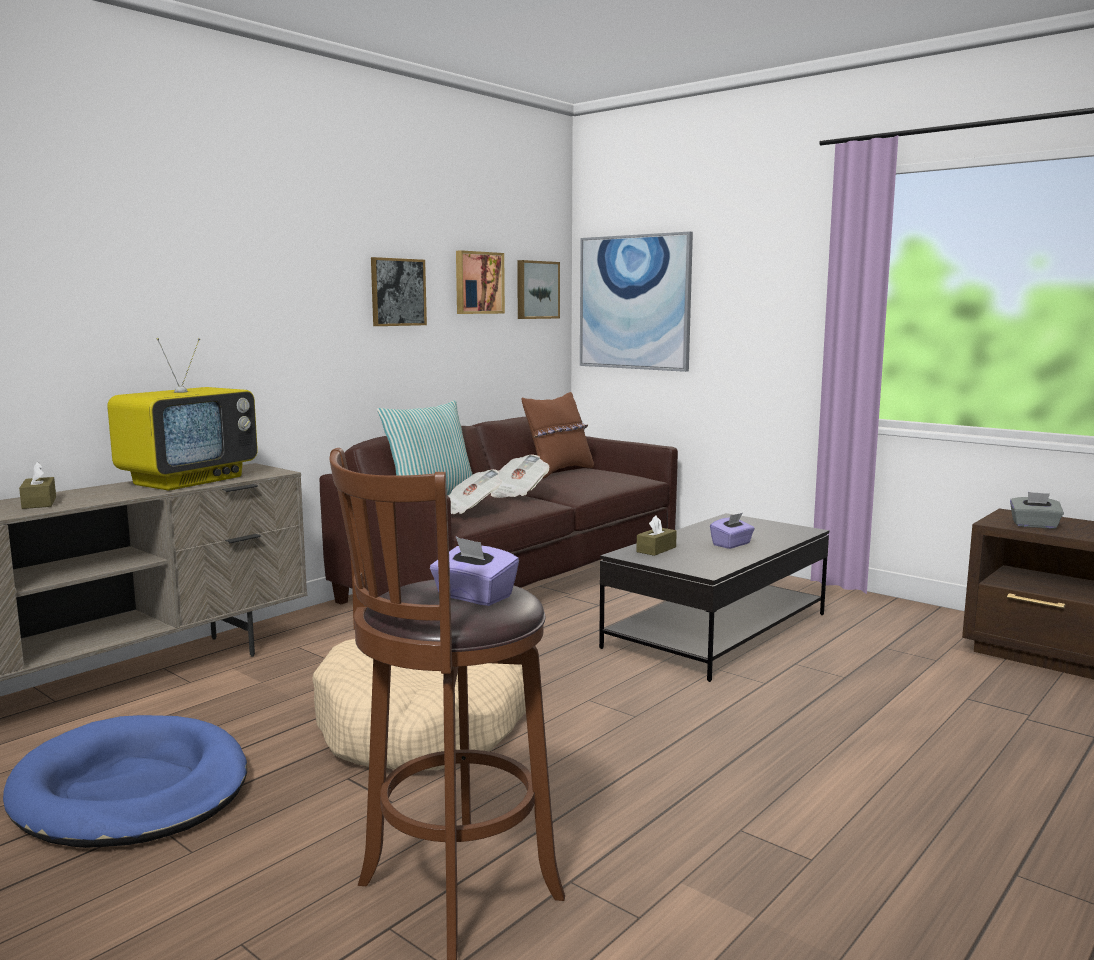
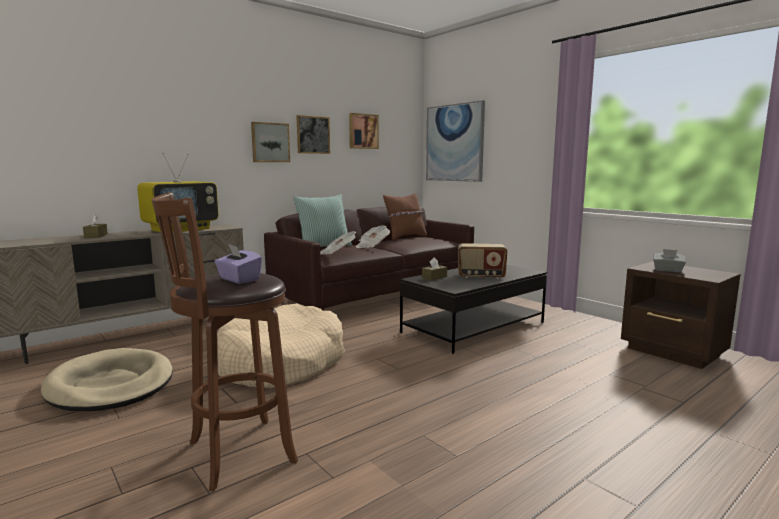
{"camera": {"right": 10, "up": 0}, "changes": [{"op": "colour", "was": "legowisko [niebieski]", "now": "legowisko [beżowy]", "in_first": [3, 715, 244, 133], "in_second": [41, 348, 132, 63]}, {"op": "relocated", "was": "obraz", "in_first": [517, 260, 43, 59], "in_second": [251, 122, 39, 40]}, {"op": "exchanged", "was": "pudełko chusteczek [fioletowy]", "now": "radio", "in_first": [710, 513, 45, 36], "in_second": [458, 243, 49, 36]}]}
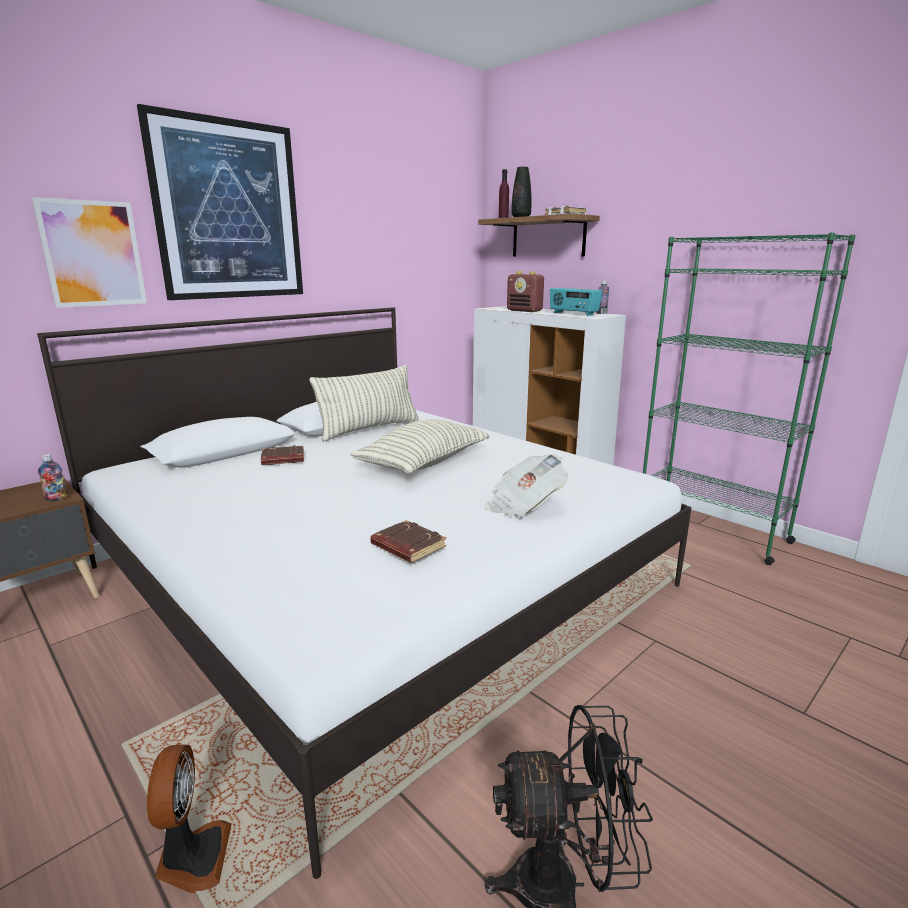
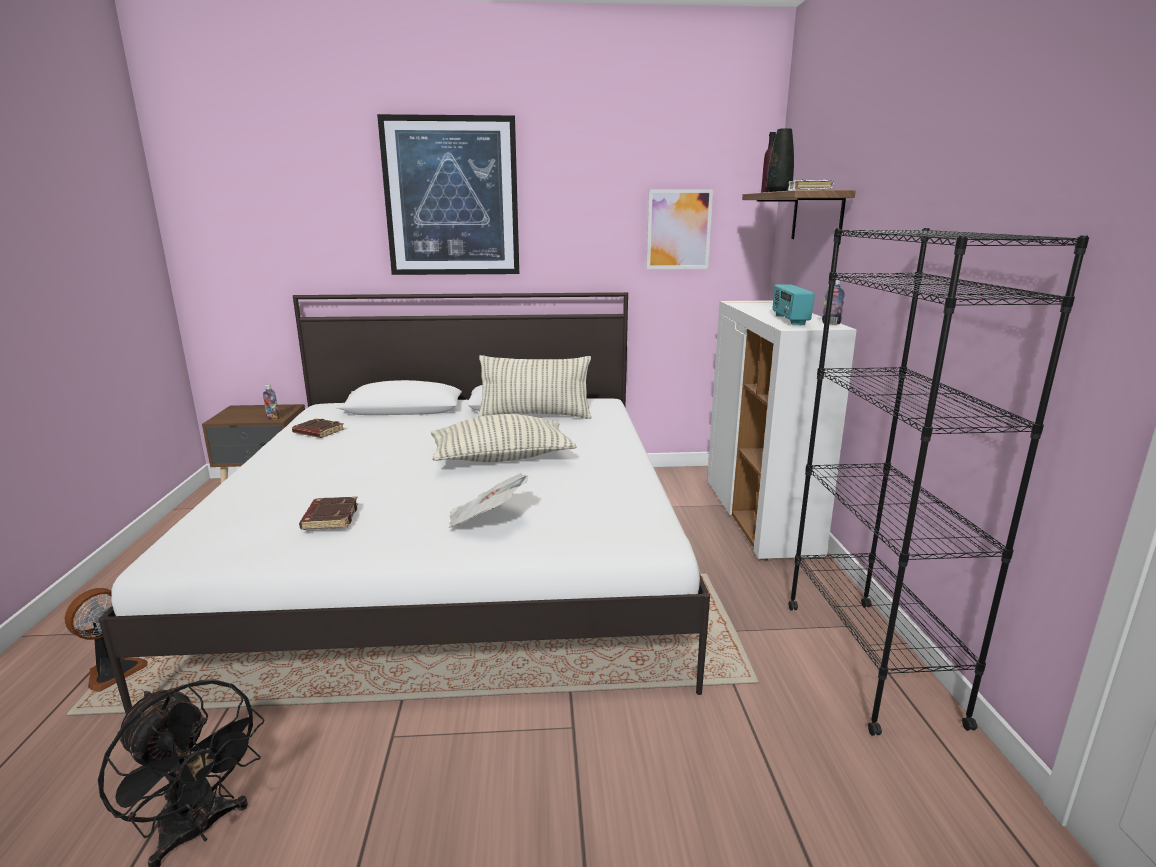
{"camera": {"right": 40, "up": 0}, "changes": [{"op": "relocated", "was": "książka [brązowy]", "in_first": [261, 445, 43, 20], "in_second": [292, 418, 52, 20]}, {"op": "relocated", "was": "obraz", "in_first": [32, 197, 115, 111], "in_second": [646, 189, 67, 80]}, {"op": "colour", "was": "regał [zielony]", "now": "regał [czarny]", "in_first": [643, 232, 213, 333], "in_second": [788, 228, 301, 508]}, {"op": "missing", "was": "radio", "in_first": [507, 271, 37, 41]}]}
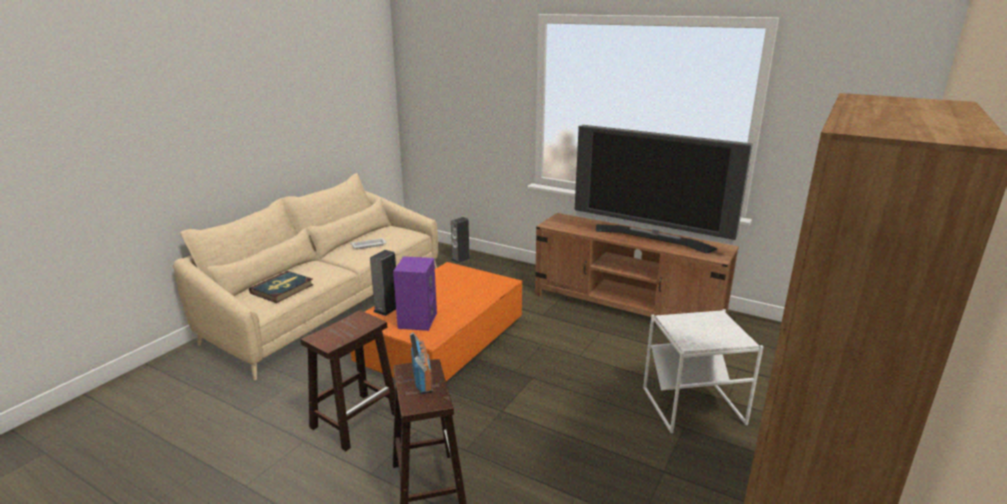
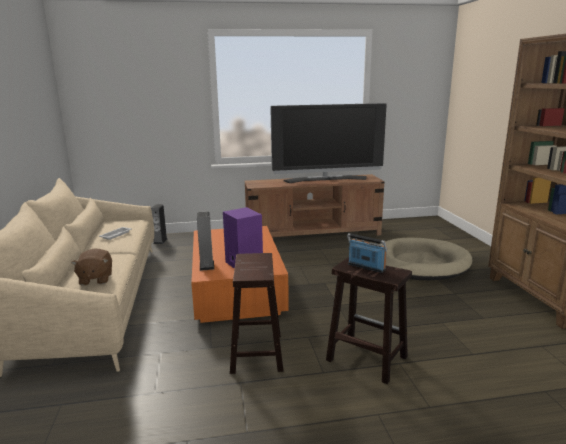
{"camera": {"right": -40, "up": -5}, "changes": [{"op": "exchanged", "was": "książka", "now": "pluszak [brązowy]", "in_first": [249, 271, 65, 32], "in_second": [71, 248, 41, 38]}, {"op": "exchanged", "was": "stolik [biały]", "now": "legowisko [beżowy]", "in_first": [643, 309, 120, 124], "in_second": [380, 238, 92, 42]}]}
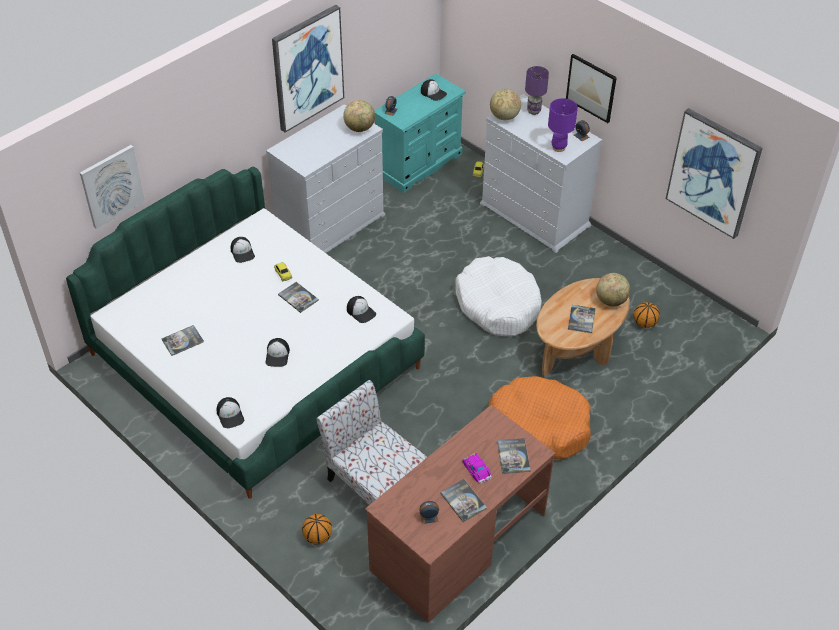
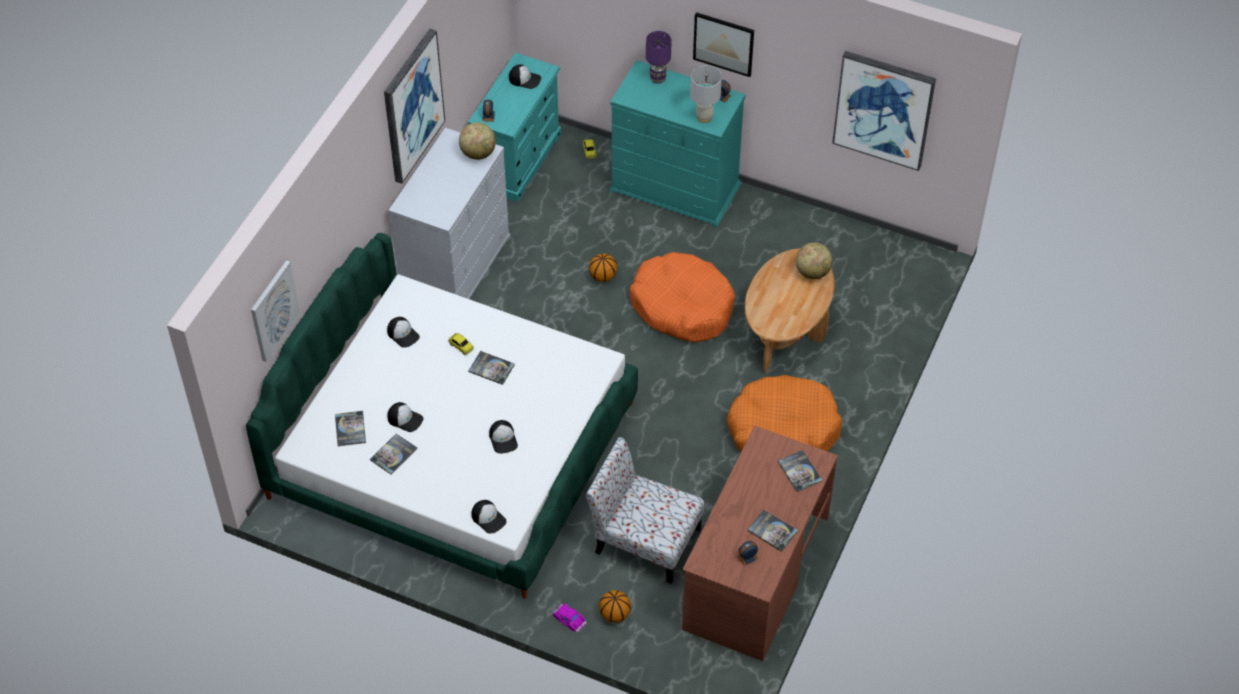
{"camera": {"right": -20, "up": 5}, "changes": [{"op": "relocated", "was": "książka", "in_first": [568, 305, 28, 28], "in_second": [335, 411, 31, 35]}, {"op": "relocated", "was": "czapka z daszkiem", "in_first": [347, 296, 29, 27], "in_second": [387, 402, 36, 30]}, {"op": "relocated", "was": "samochodzik", "in_first": [462, 453, 29, 31], "in_second": [553, 603, 34, 29]}, {"op": "relocated", "was": "piłka do koszykówki", "in_first": [634, 302, 26, 26], "in_second": [589, 253, 28, 29]}, {"op": "colour", "was": "komoda [biały]", "now": "komoda [turkusowy]", "in_first": [480, 94, 122, 159], "in_second": [609, 60, 136, 168]}, {"op": "colour", "was": "legowisko [biały]", "now": "legowisko [pomarańczowy]", "in_first": [455, 256, 87, 80], "in_second": [630, 252, 105, 90]}, {"op": "colour", "was": "lampa stołowa [fioletowy]", "now": "lampa stołowa [biały]", "in_first": [548, 98, 30, 54], "in_second": [690, 65, 32, 58]}, {"op": "missing", "was": "globus", "in_first": [490, 89, 31, 31]}]}
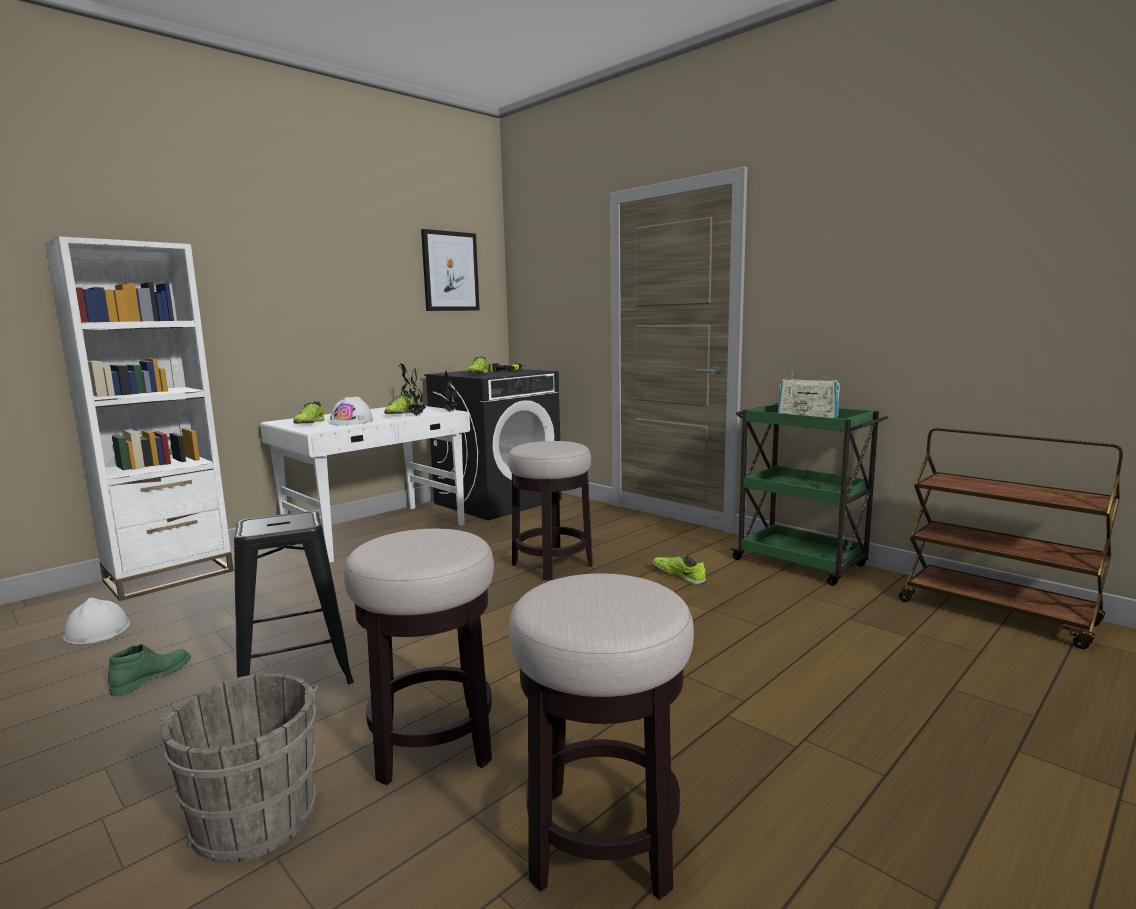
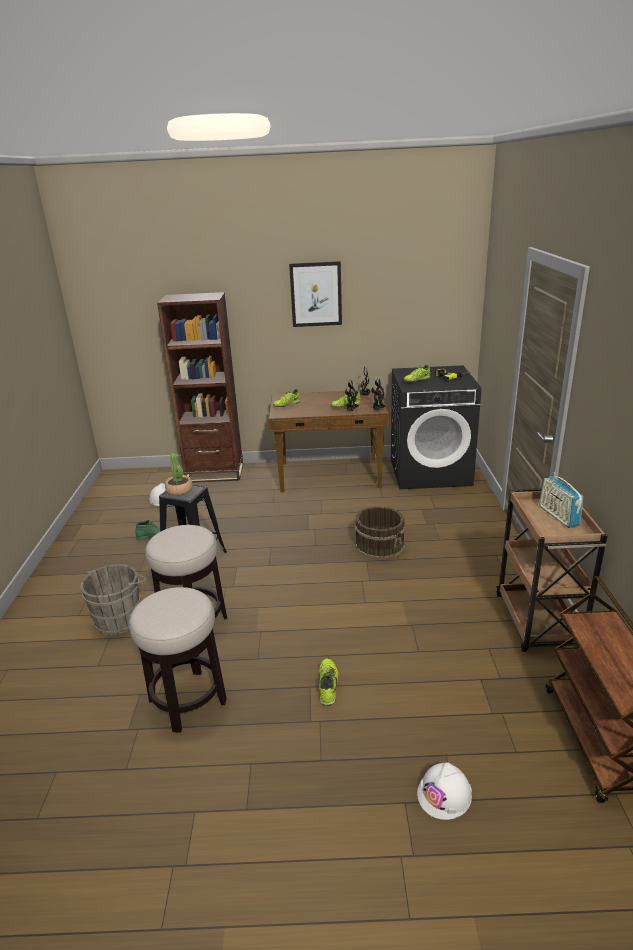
{"camera": {"right": 45, "up": 15}, "changes": [{"op": "colour", "was": "regał [biały]", "now": "regał [brązowy]", "in_first": [45, 236, 189, 365], "in_second": [157, 292, 86, 191]}, {"op": "appeared", "now": "roślina doniczkowa", "in_second": [165, 453, 28, 43]}, {"op": "colour", "was": "biurko [biały]", "now": "biurko [brązowy]", "in_first": [260, 406, 210, 157], "in_second": [268, 389, 121, 103]}, {"op": "relocated", "was": "obraz", "in_first": [421, 229, 59, 82], "in_second": [289, 261, 53, 66]}, {"op": "relocated", "was": "but", "in_first": [653, 555, 53, 30], "in_second": [319, 658, 20, 48]}, {"op": "exchanged", "was": "stołek", "now": "wiadro [brązowy]", "in_first": [508, 441, 85, 140], "in_second": [355, 506, 50, 53]}, {"op": "relocated", "was": "kask [biały]", "in_first": [329, 397, 44, 29], "in_second": [417, 762, 55, 58]}, {"op": "colour", "was": "wózek [zielony]", "now": "wózek [brązowy]", "in_first": [730, 403, 158, 183], "in_second": [496, 488, 111, 164]}]}
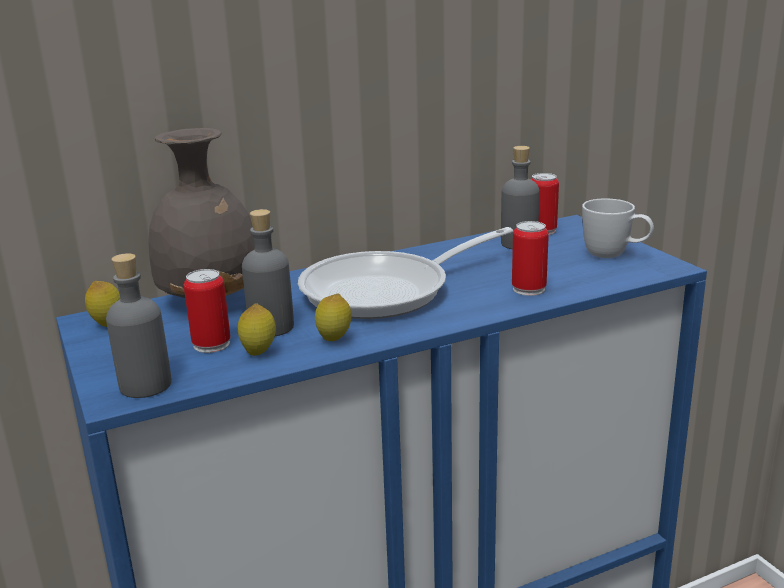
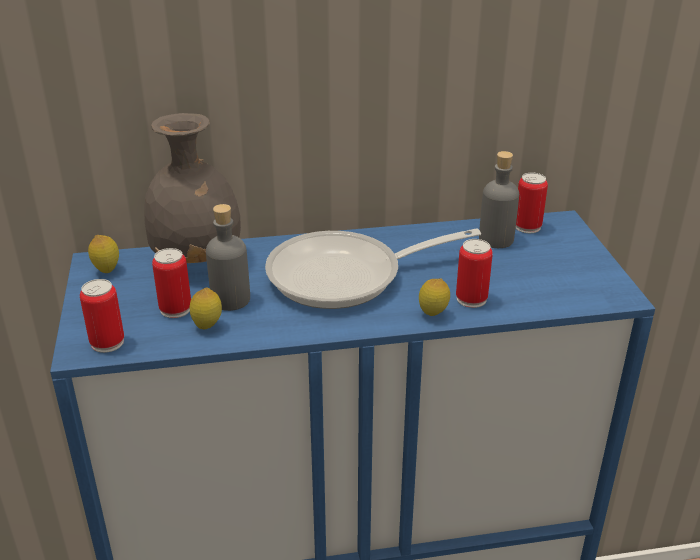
{"camera": {"right": 15, "up": 10}, "changes": [{"op": "exchanged", "was": "butelka [szary]", "now": "puszka", "in_first": [106, 253, 66, 145], "in_second": [80, 279, 44, 74]}, {"op": "relocated", "was": "cytryna", "in_first": [315, 293, 36, 48], "in_second": [419, 279, 31, 37]}, {"op": "missing", "was": "kubek [biały]", "in_first": [582, 199, 72, 59]}]}
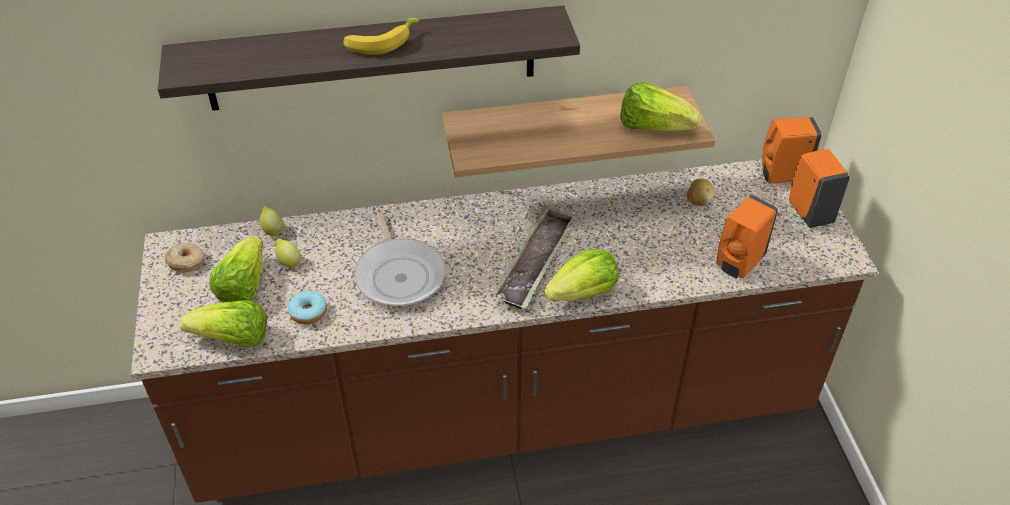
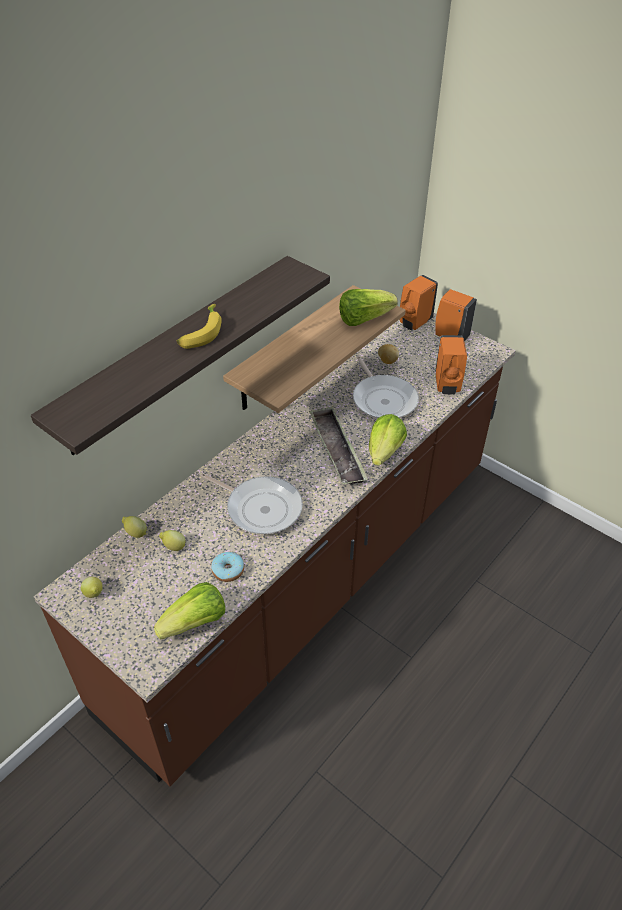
{"camera": {"right": -40, "up": 0}, "changes": [{"op": "exchanged", "was": "donut", "now": "cytryna", "in_first": [165, 243, 39, 30], "in_second": [81, 577, 22, 21]}, {"op": "appeared", "now": "patelnia", "in_second": [353, 356, 66, 63]}, {"op": "missing", "was": "sałata", "in_first": [210, 236, 53, 67]}]}
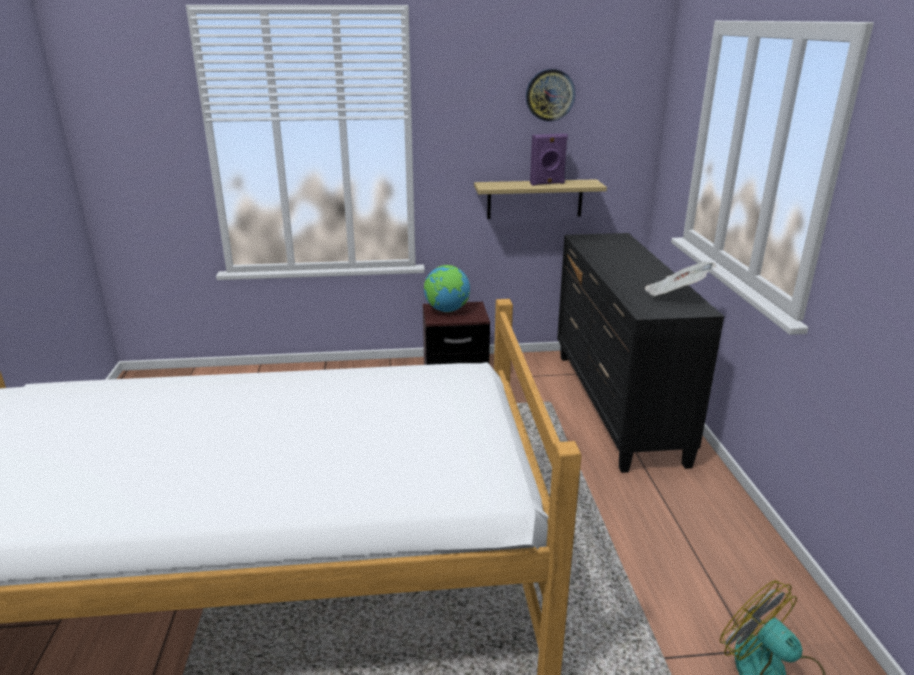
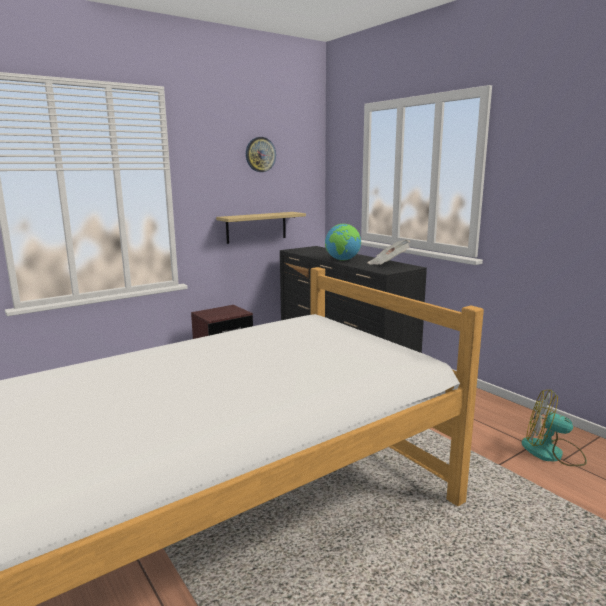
{"camera": {"right": -30, "up": -10}, "changes": [{"op": "relocated", "was": "globus", "in_first": [424, 265, 46, 47], "in_second": [325, 224, 36, 37]}, {"op": "missing", "was": "głośnik [fioletowy]", "in_first": [530, 133, 38, 53]}]}
